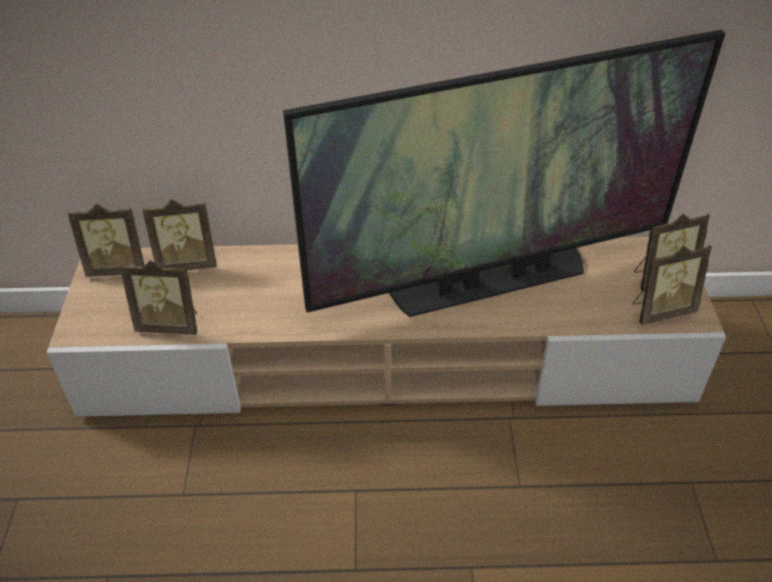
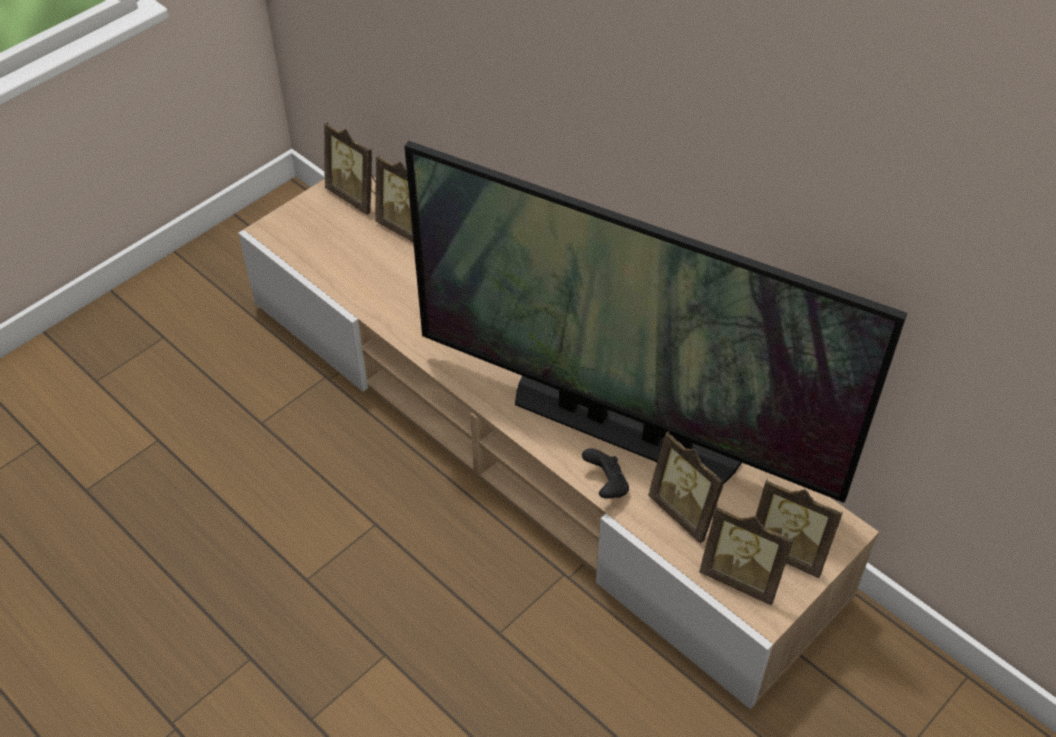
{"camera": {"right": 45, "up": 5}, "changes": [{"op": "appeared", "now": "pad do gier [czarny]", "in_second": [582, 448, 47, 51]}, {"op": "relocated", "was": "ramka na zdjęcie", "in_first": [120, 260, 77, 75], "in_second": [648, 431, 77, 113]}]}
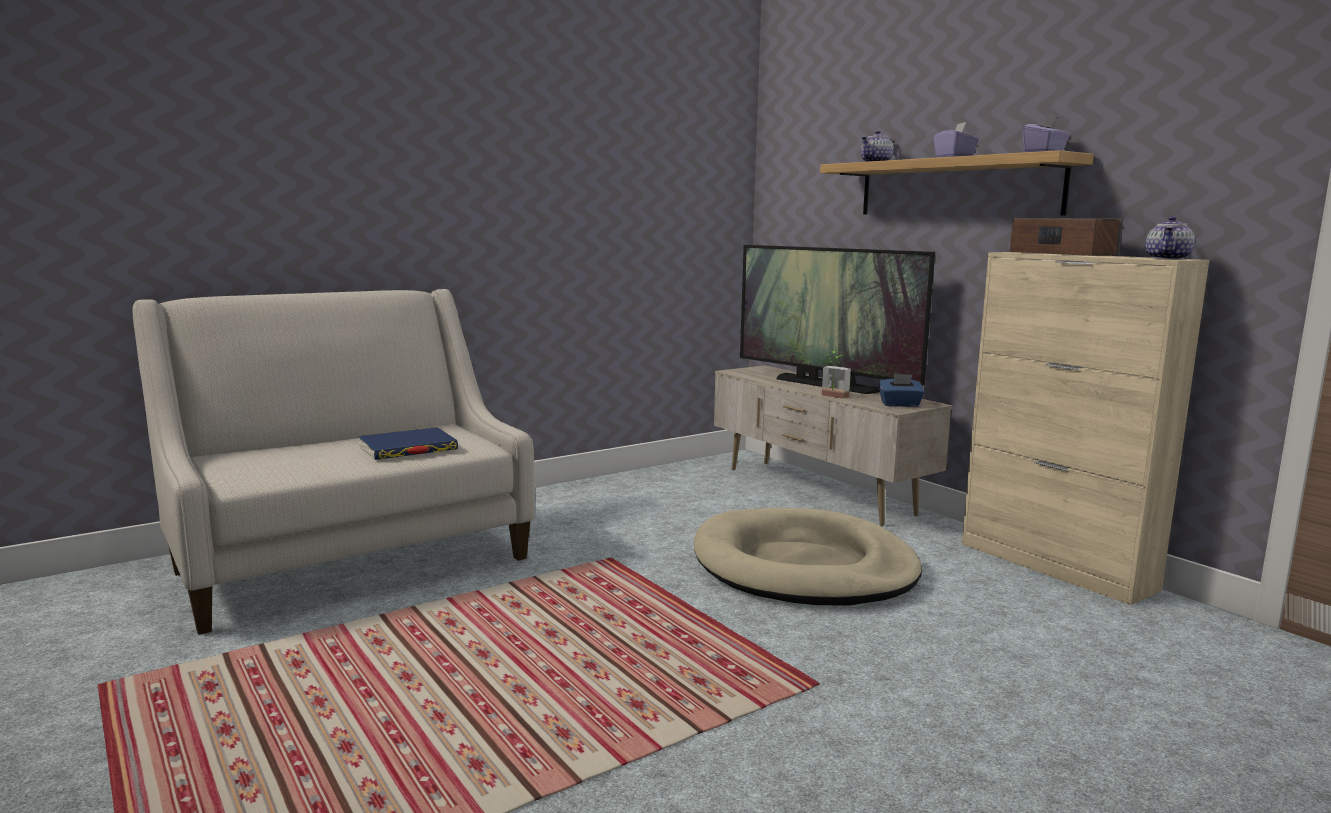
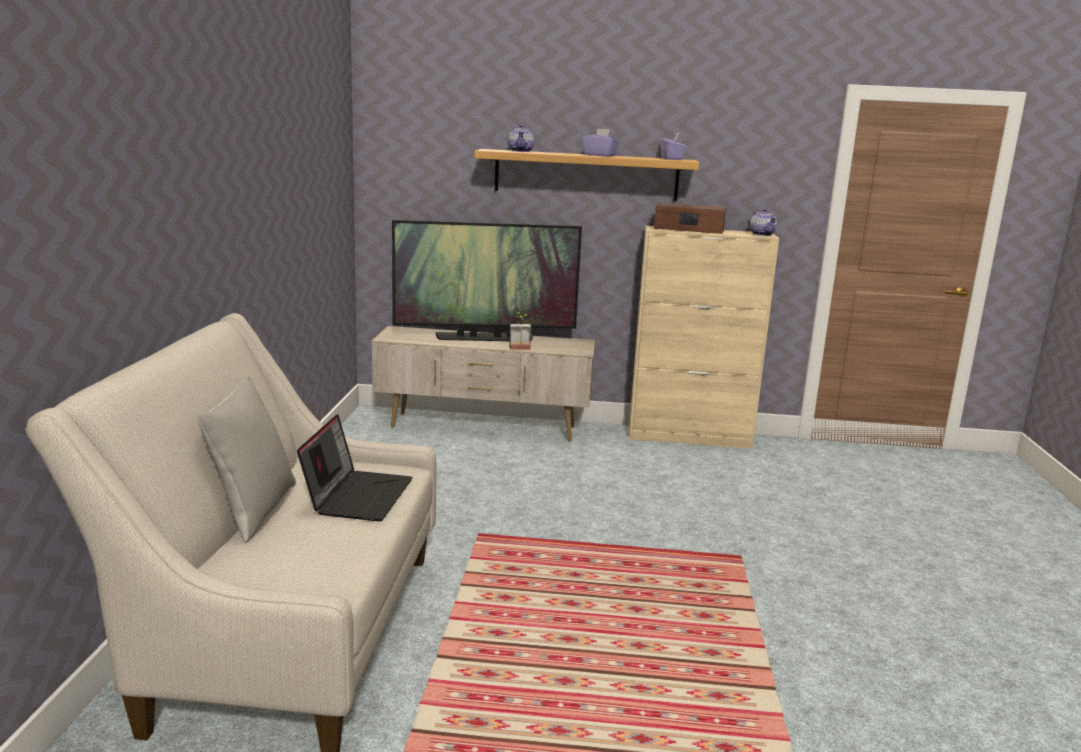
{"camera": {"right": -50, "up": 5}, "changes": [{"op": "appeared", "now": "poduszka [szary]", "in_second": [197, 375, 99, 168]}, {"op": "exchanged", "was": "książka [niebieski]", "now": "laptop", "in_first": [358, 427, 100, 33], "in_second": [297, 414, 116, 107]}, {"op": "missing", "was": "legowisko [beżowy]", "in_first": [694, 508, 228, 98]}, {"op": "missing", "was": "pudełko chusteczek [niebieski]", "in_first": [878, 374, 47, 33]}]}
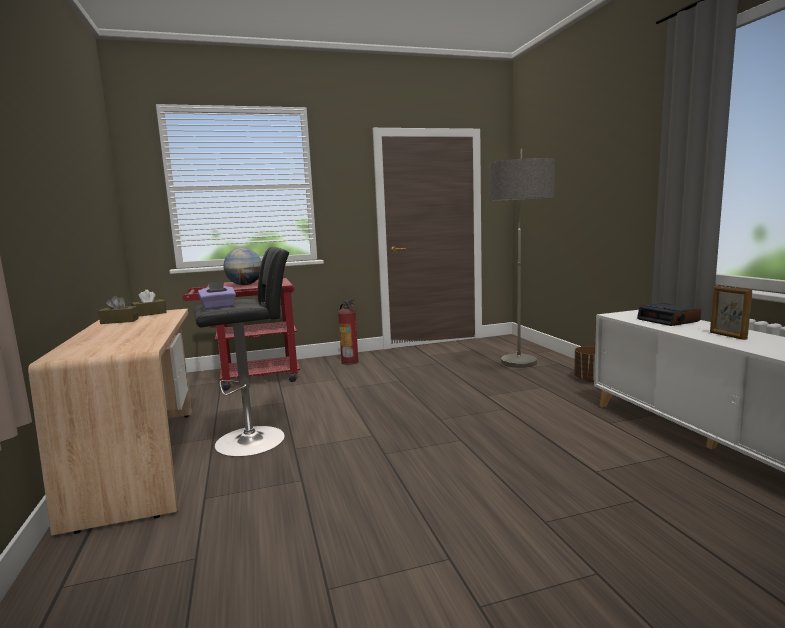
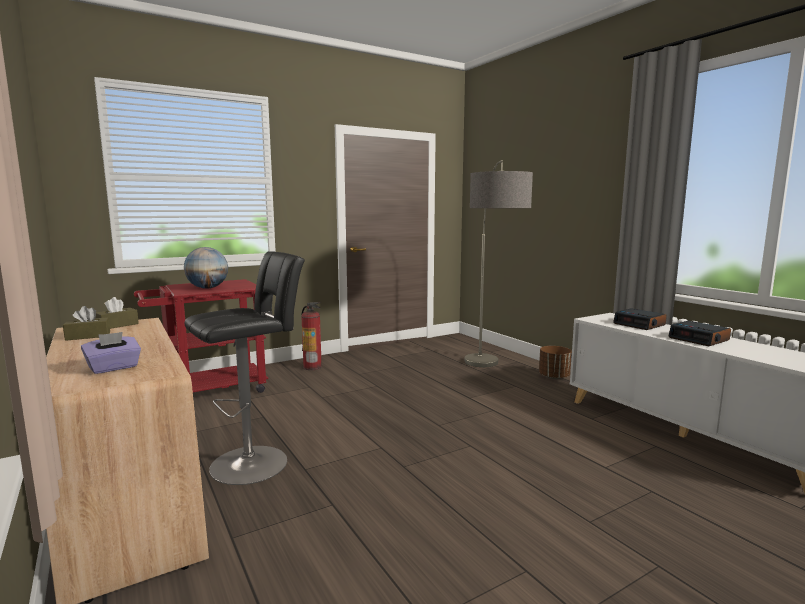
{"camera": {"right": -15, "up": 0}, "changes": [{"op": "relocated", "was": "pudełko chusteczek [fioletowy]", "in_first": [198, 281, 38, 29], "in_second": [81, 332, 60, 42]}, {"op": "exchanged", "was": "ramka na zdjęcie", "now": "budzik", "in_first": [710, 286, 42, 54], "in_second": [668, 321, 63, 25]}]}
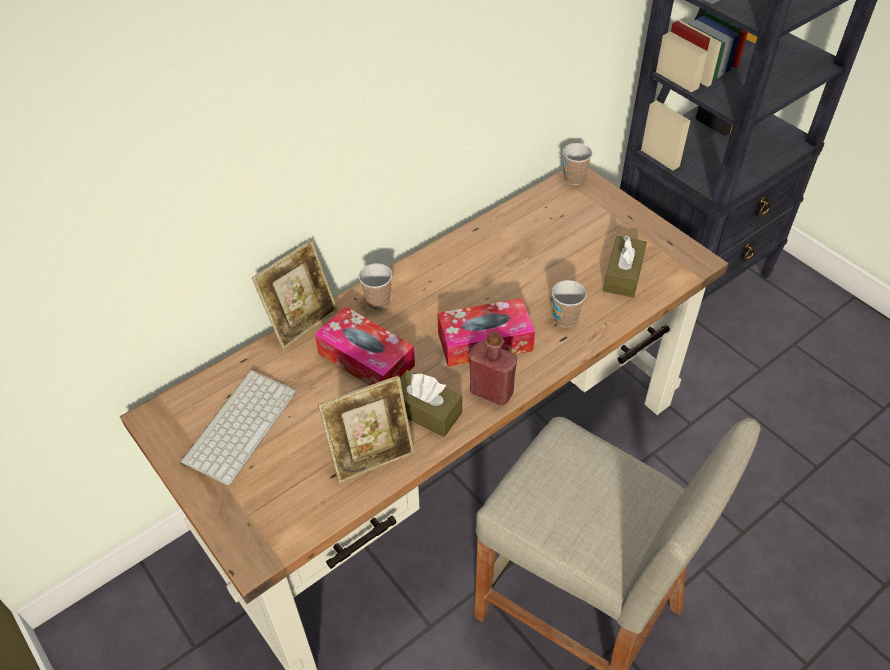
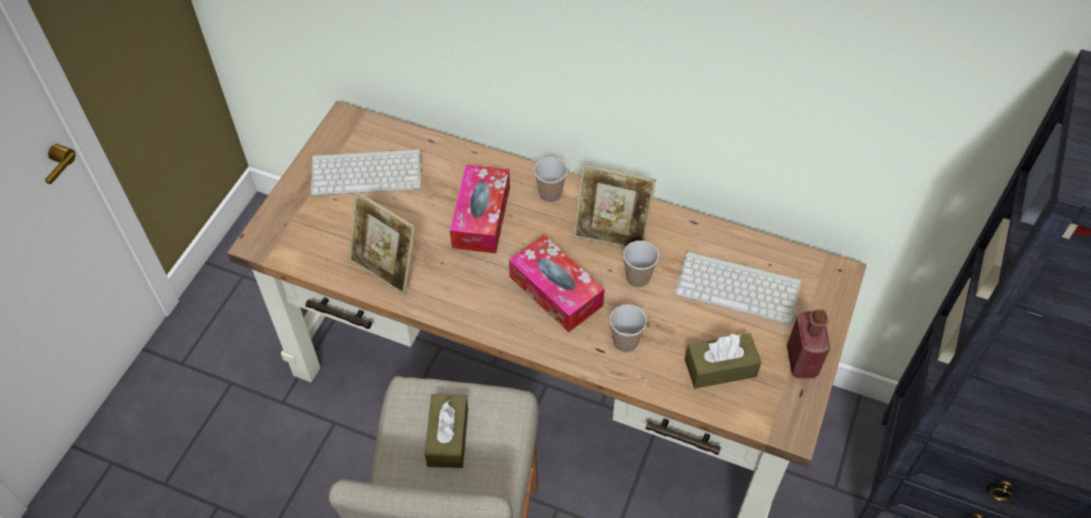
{"camera": {"right": 60, "up": 5}, "changes": [{"op": "relocated", "was": "pudełko chusteczek [brązowy]", "in_first": [400, 370, 62, 67], "in_second": [425, 394, 43, 74]}, {"op": "relocated", "was": "ramka na zdjęcie", "in_first": [252, 240, 86, 109], "in_second": [573, 164, 83, 84]}, {"op": "relocated", "was": "filiżanka", "in_first": [563, 143, 30, 42], "in_second": [623, 241, 36, 47]}, {"op": "appeared", "now": "klawiatura", "in_second": [675, 251, 126, 74]}, {"op": "relocated", "was": "butelka [czerwony]", "in_first": [469, 331, 48, 75], "in_second": [787, 310, 44, 68]}]}
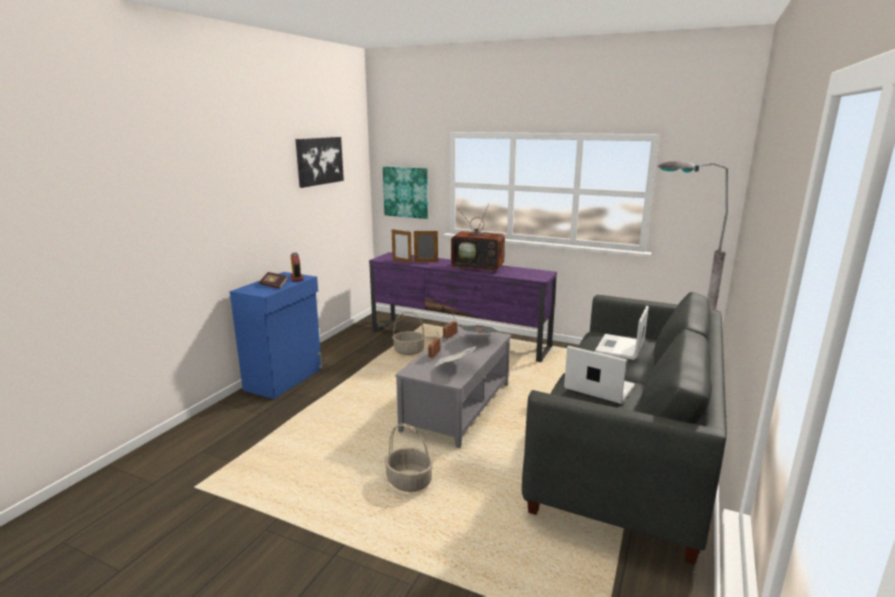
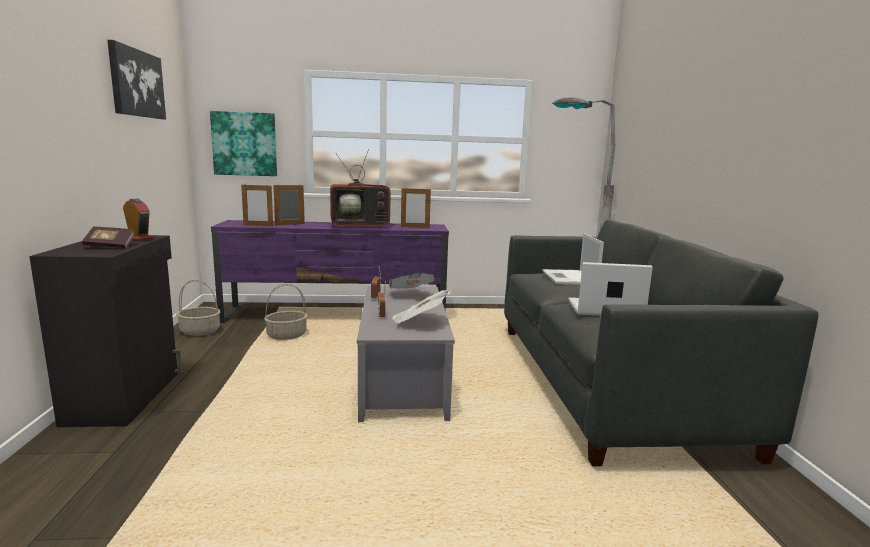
{"camera": {"right": -30, "up": -5}, "changes": [{"op": "colour", "was": "szafka [niebieski]", "now": "szafka [czarny]", "in_first": [230, 272, 94, 127], "in_second": [29, 235, 153, 192]}, {"op": "relocated", "was": "koszyk", "in_first": [384, 423, 49, 69], "in_second": [176, 280, 45, 56]}, {"op": "appeared", "now": "ramka na zdjęcie", "in_second": [401, 187, 30, 41]}]}
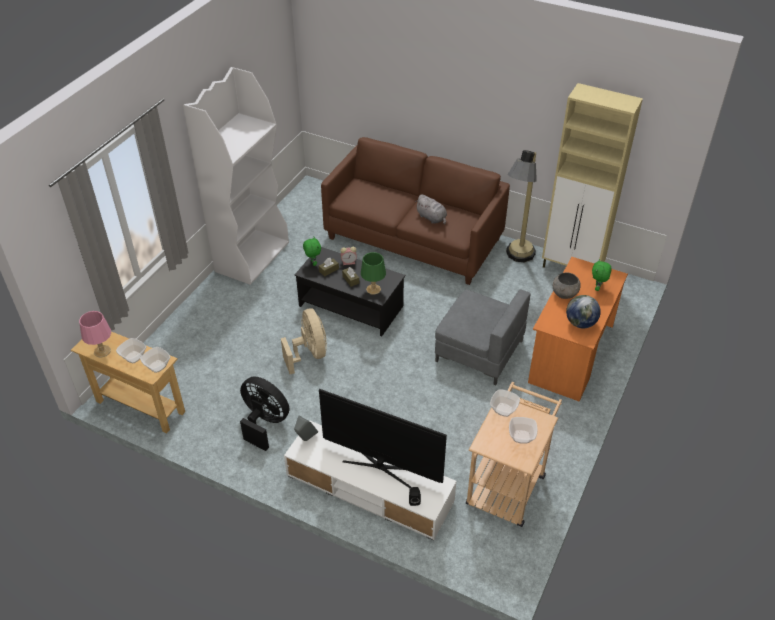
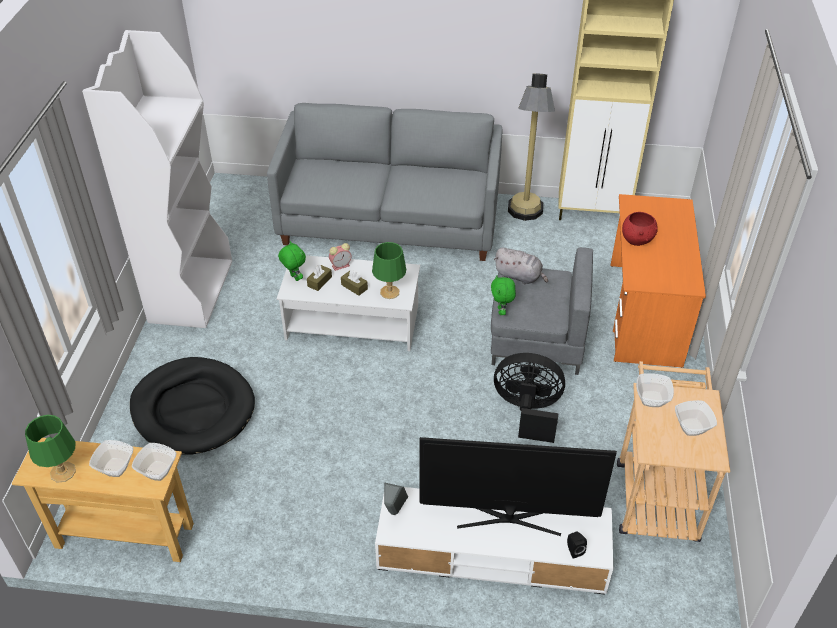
{"camera": {"right": -20, "up": 0}, "changes": [{"op": "colour", "was": "lampa stołowa [różowy]", "now": "lampa stołowa [zielony]", "in_first": [79, 311, 32, 47], "in_second": [25, 415, 51, 68]}, {"op": "appeared", "now": "legowisko [czarny]", "in_second": [130, 357, 125, 98]}, {"op": "colour", "was": "kanapa [brązowy]", "now": "kanapa [szary]", "in_first": [321, 137, 189, 148], "in_second": [267, 103, 235, 158]}, {"op": "colour", "was": "ława [czarny]", "now": "ława [biały]", "in_first": [294, 247, 111, 90], "in_second": [277, 255, 143, 96]}, {"op": "relocated", "was": "pluszak [zielony]", "in_first": [592, 259, 19, 32], "in_second": [491, 275, 25, 40]}, {"op": "relocated", "was": "pluszak [szary]", "in_first": [415, 194, 32, 30], "in_second": [494, 248, 54, 37]}, {"op": "relocated", "was": "wentylator [czarny]", "in_first": [240, 377, 49, 74], "in_second": [494, 353, 71, 90]}, {"op": "colour", "was": "miska [szary]", "now": "miska [czerwony]", "in_first": [553, 272, 28, 27], "in_second": [622, 212, 36, 34]}, {"op": "missing", "was": "wentylator [beżowy]", "in_first": [281, 309, 46, 65]}, {"op": "missing", "was": "globus", "in_first": [566, 295, 35, 34]}]}
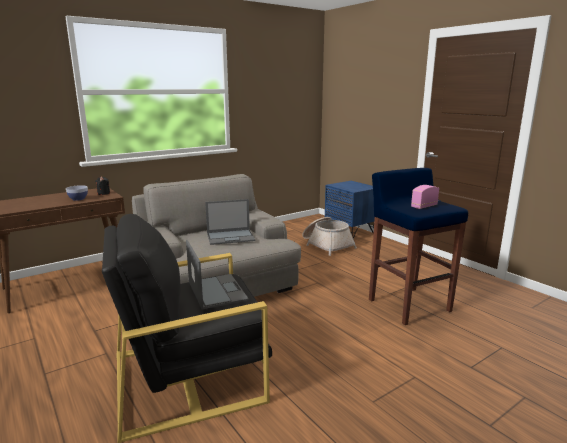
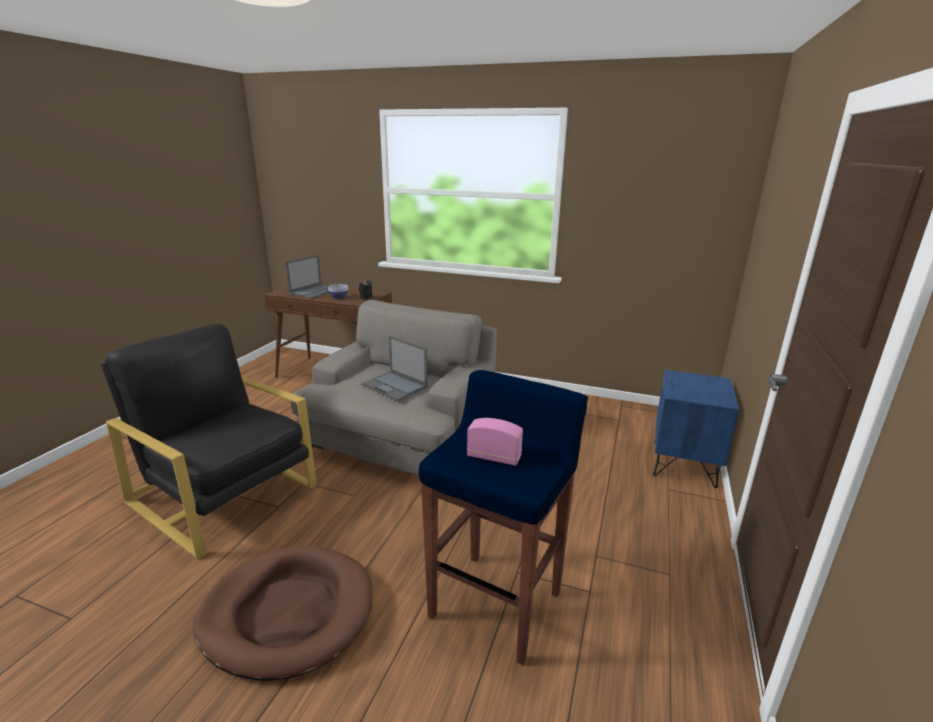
{"camera": {"right": 55, "up": 5}, "changes": [{"op": "appeared", "now": "legowisko [brązowy]", "in_second": [193, 545, 180, 136]}, {"op": "relocated", "was": "laptop", "in_first": [186, 240, 63, 69], "in_second": [286, 255, 44, 44]}, {"op": "missing", "was": "koszyk", "in_first": [302, 217, 55, 39]}]}
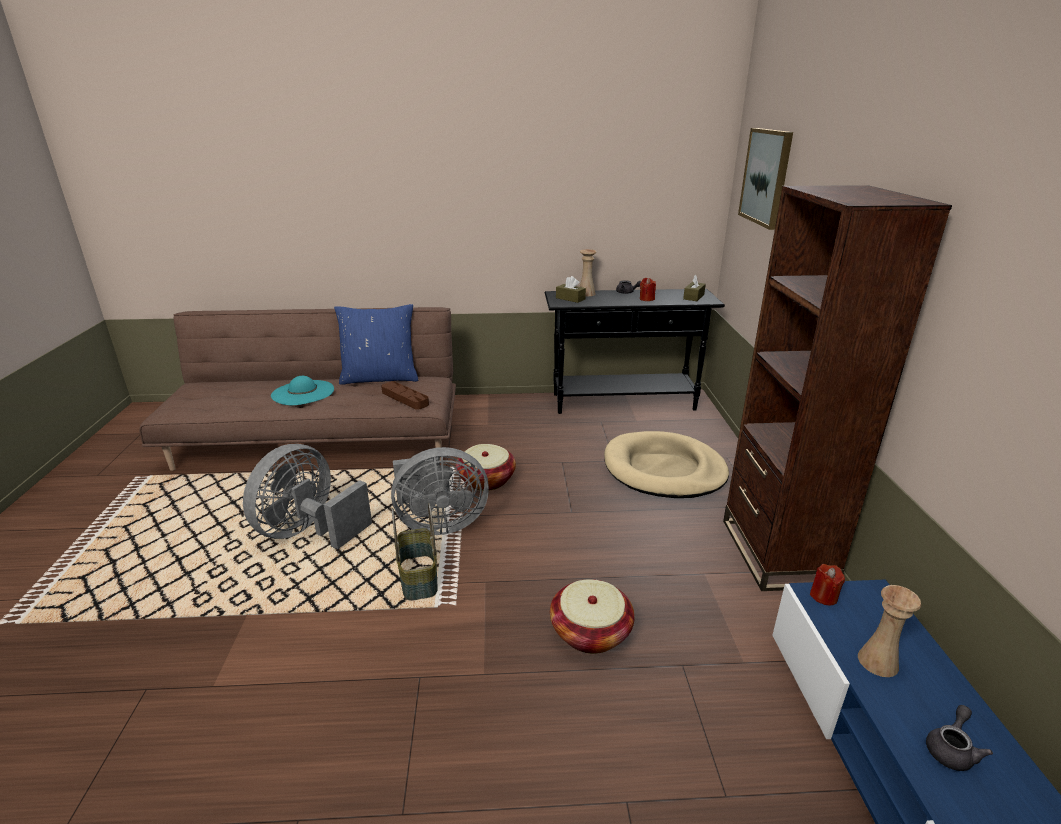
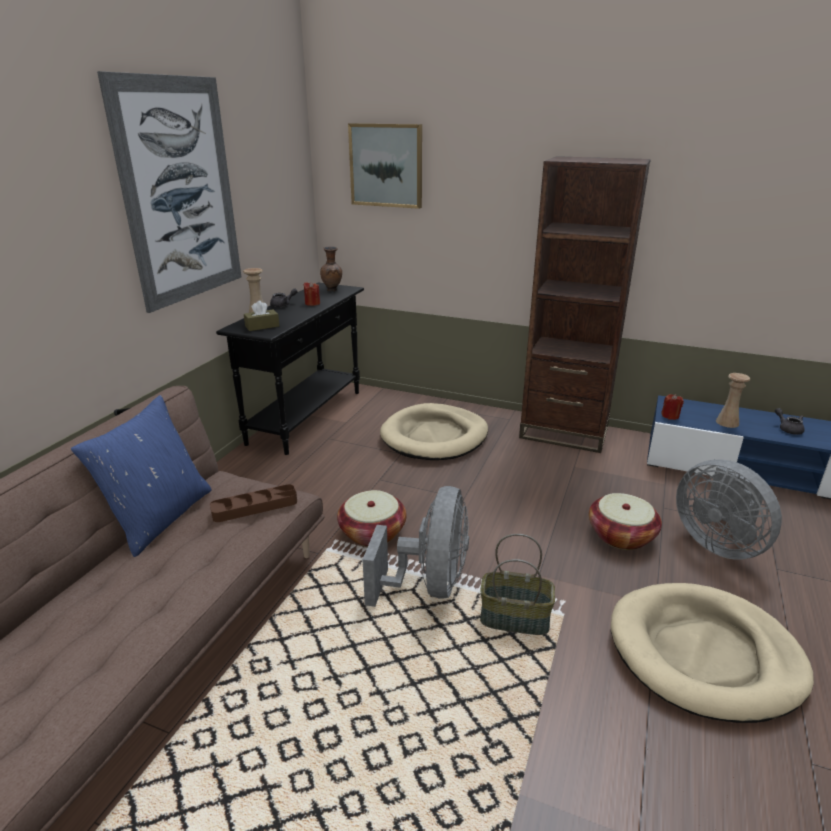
{"camera": {"right": -65, "up": 0}, "changes": [{"op": "appeared", "now": "obraz", "in_second": [97, 71, 144, 242]}, {"op": "exchanged", "was": "pudełko chusteczek [brązowy]", "now": "wazon [brązowy]", "in_first": [683, 274, 23, 27], "in_second": [320, 246, 22, 45]}, {"op": "appeared", "now": "legowisko [beżowy]", "in_second": [611, 583, 203, 140]}, {"op": "relocated", "was": "wentylator [szary]", "in_first": [243, 444, 129, 105], "in_second": [676, 459, 106, 101]}, {"op": "missing", "was": "kapelusz [turkusowy]", "in_first": [271, 376, 63, 29]}]}
